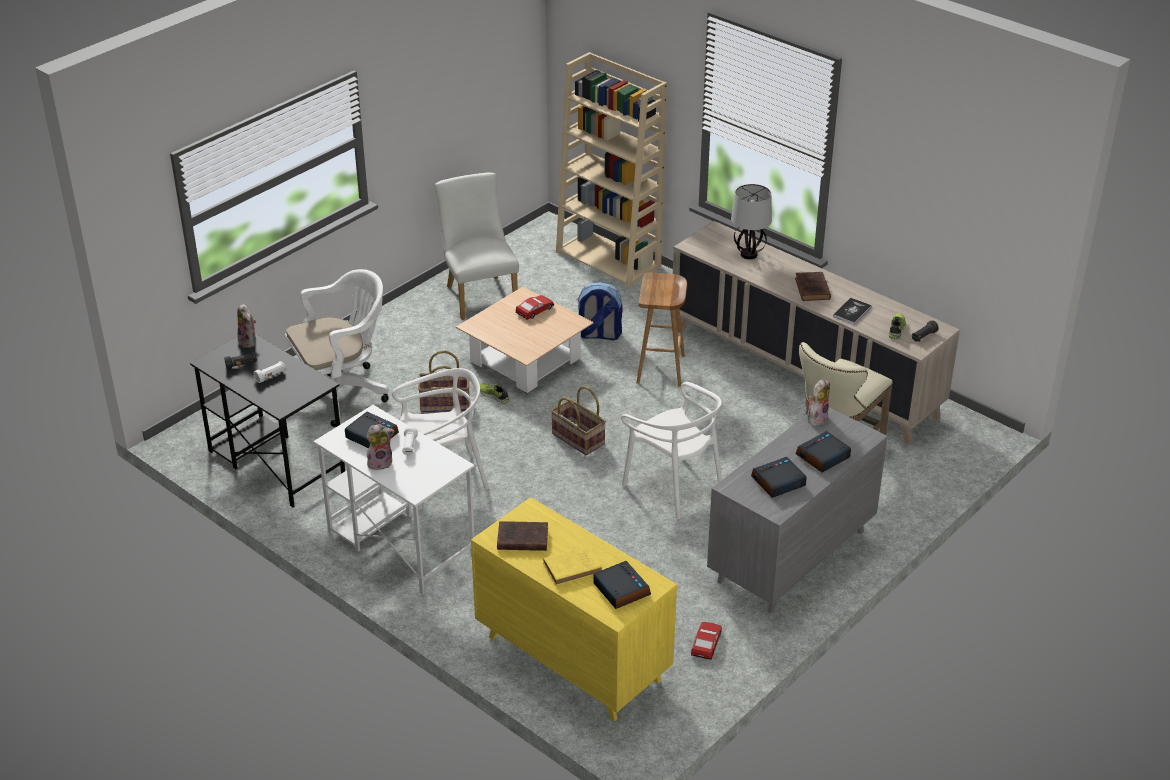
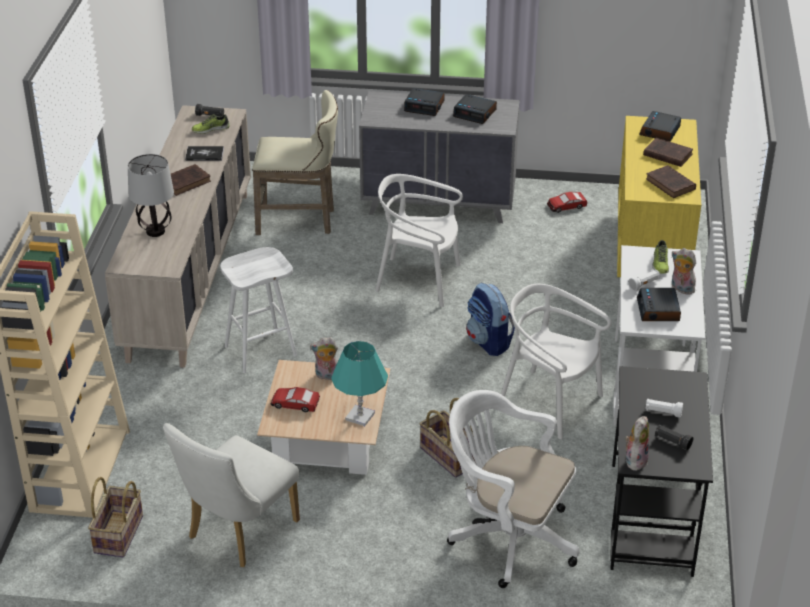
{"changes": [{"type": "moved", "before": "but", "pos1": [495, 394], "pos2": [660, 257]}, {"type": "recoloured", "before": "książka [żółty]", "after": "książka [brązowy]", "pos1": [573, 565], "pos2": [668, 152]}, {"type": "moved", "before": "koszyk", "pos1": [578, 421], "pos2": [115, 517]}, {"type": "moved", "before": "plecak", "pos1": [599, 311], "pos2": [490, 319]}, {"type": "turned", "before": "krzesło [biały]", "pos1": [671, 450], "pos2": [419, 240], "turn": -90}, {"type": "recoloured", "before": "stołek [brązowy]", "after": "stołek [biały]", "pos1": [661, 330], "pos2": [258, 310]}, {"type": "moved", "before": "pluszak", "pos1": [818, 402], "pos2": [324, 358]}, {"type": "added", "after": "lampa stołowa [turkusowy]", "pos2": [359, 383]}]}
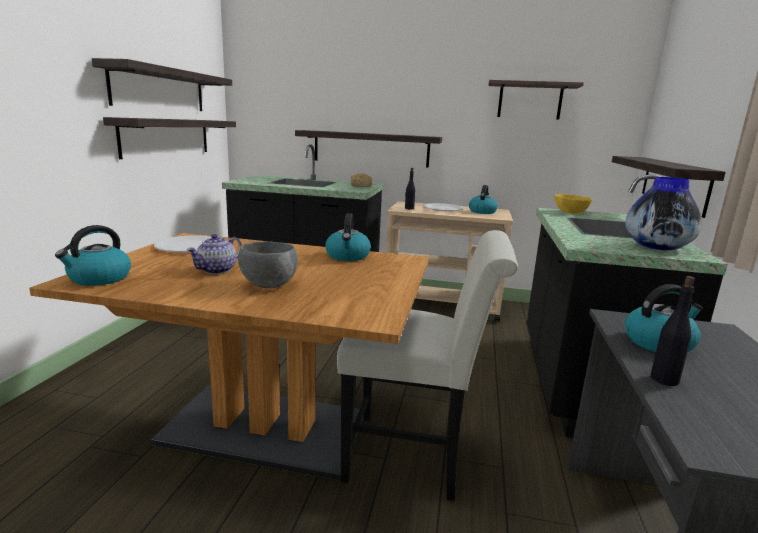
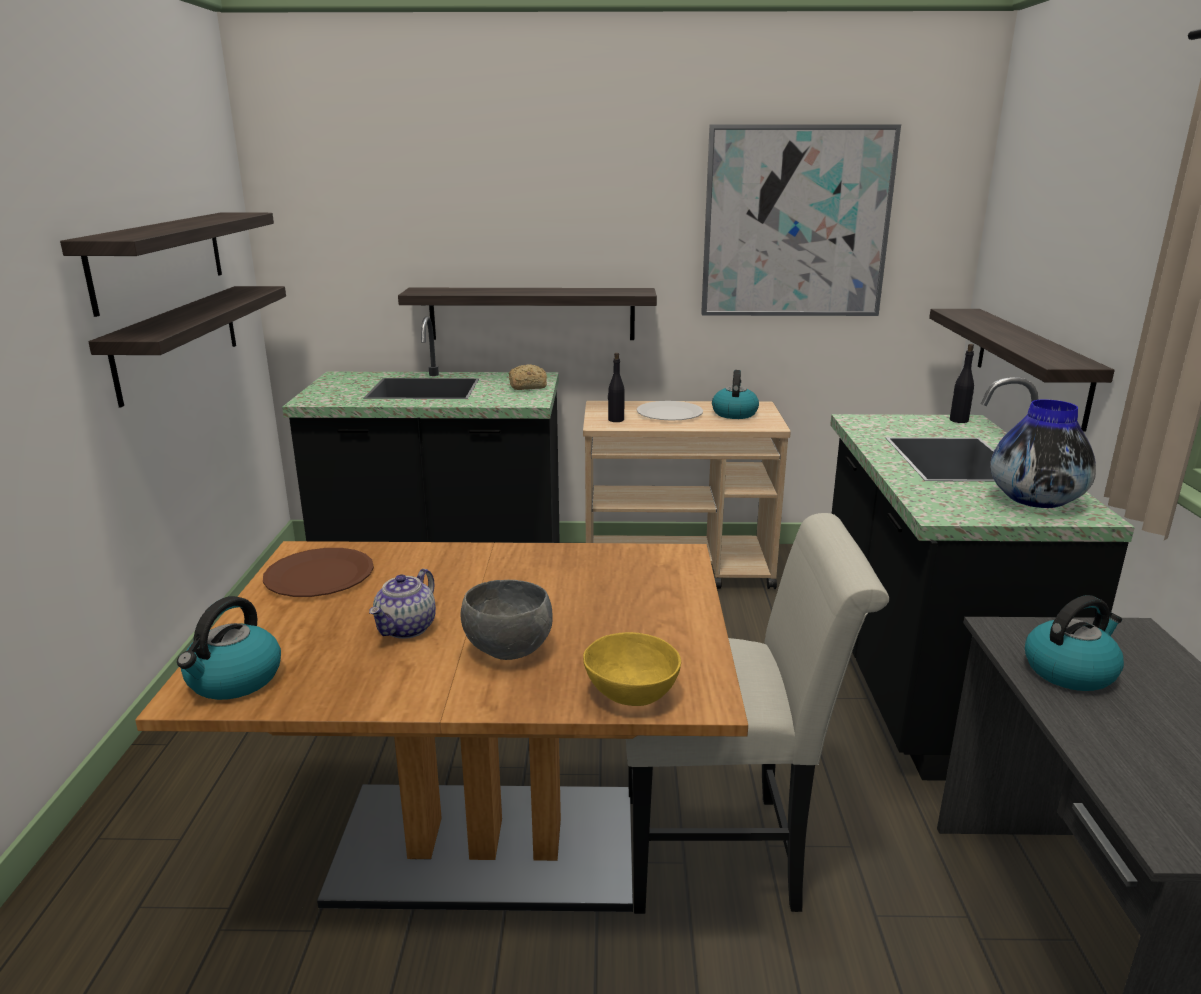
{"changes": [{"type": "recoloured", "before": "talerz [biały]", "after": "talerz [brązowy]", "pos1": [183, 244], "pos2": [318, 572]}, {"type": "removed", "before": "czajnik", "pos1": [348, 237]}, {"type": "replaced", "before": "półka", "after": "obraz", "pos1": [536, 100], "pos2": [801, 220]}, {"type": "moved", "before": "miska [żółty]", "pos1": [573, 204], "pos2": [632, 669]}, {"type": "moved", "before": "butelka [czarny]", "pos1": [672, 331], "pos2": [962, 383]}]}
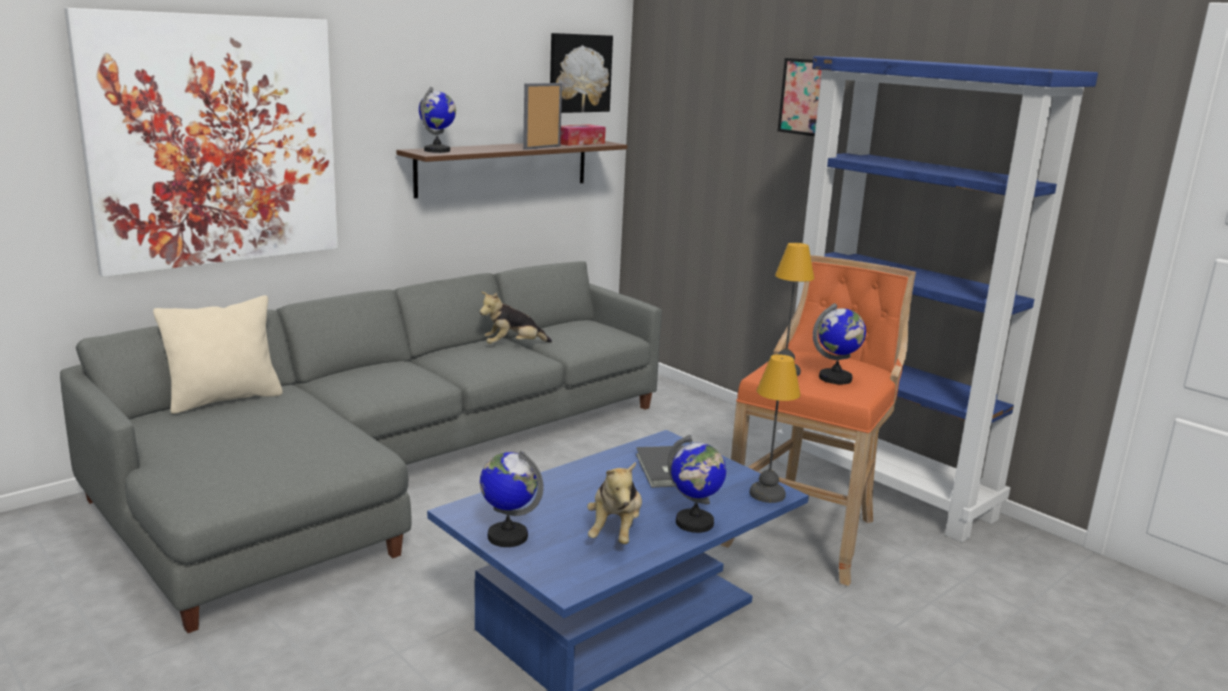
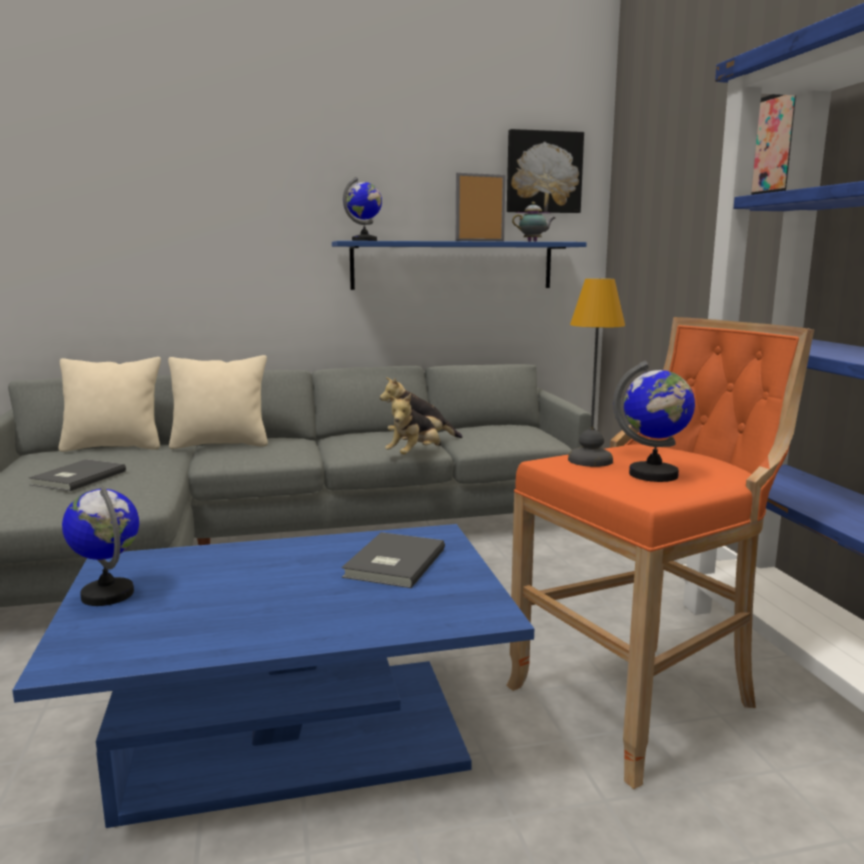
{"changes": [{"type": "removed", "before": "obraz", "pos1": [201, 142]}, {"type": "recoloured", "before": "półka [brązowy]", "after": "półka [niebieski]", "pos1": [511, 169], "pos2": [459, 265]}, {"type": "replaced", "before": "pudełko chusteczek", "after": "imbryk", "pos1": [583, 135], "pos2": [533, 222]}, {"type": "moved", "before": "pluszak", "pos1": [614, 503], "pos2": [413, 424]}, {"type": "removed", "before": "globus", "pos1": [697, 484]}, {"type": "removed", "before": "lampa stołowa", "pos1": [775, 428]}, {"type": "added", "after": "książka [szary]", "pos2": [77, 475]}, {"type": "added", "after": "poduszka [beżowy]", "pos2": [218, 402]}]}
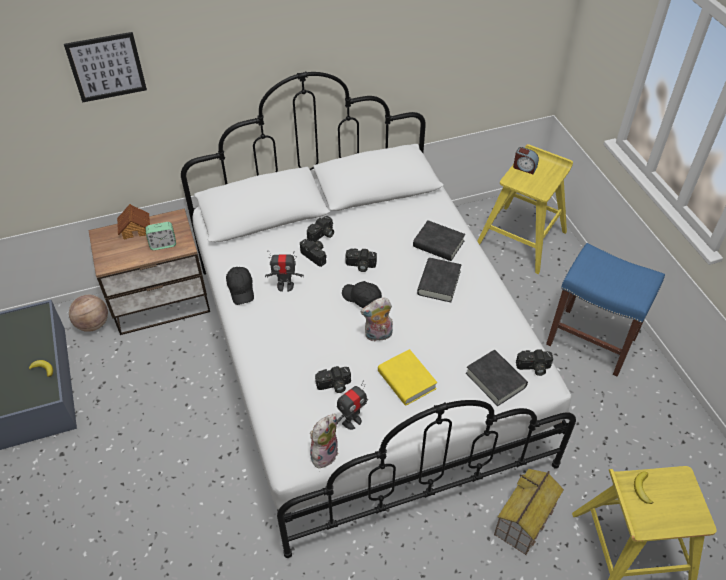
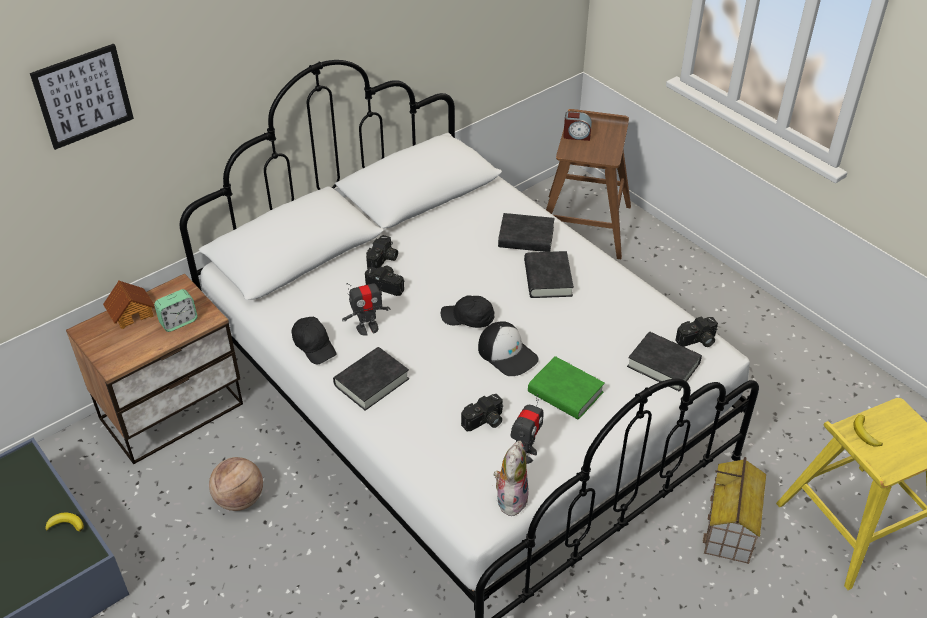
{"changes": [{"type": "moved", "before": "piłka do koszykówki", "pos1": [88, 313], "pos2": [236, 484]}, {"type": "removed", "before": "aparat fotograficzny", "pos1": [361, 260]}, {"type": "replaced", "before": "pluszak", "after": "czapka z daszkiem", "pos1": [376, 319], "pos2": [508, 348]}, {"type": "recoloured", "before": "książka [żółty]", "after": "książka [zielony]", "pos1": [407, 377], "pos2": [566, 387]}, {"type": "recoloured", "before": "stołek [żółty]", "after": "stołek [brązowy]", "pos1": [525, 209], "pos2": [588, 184]}, {"type": "removed", "before": "stołek [niebieski]", "pos1": [605, 310]}, {"type": "added", "after": "książka [czarny]", "pos2": [371, 379]}]}
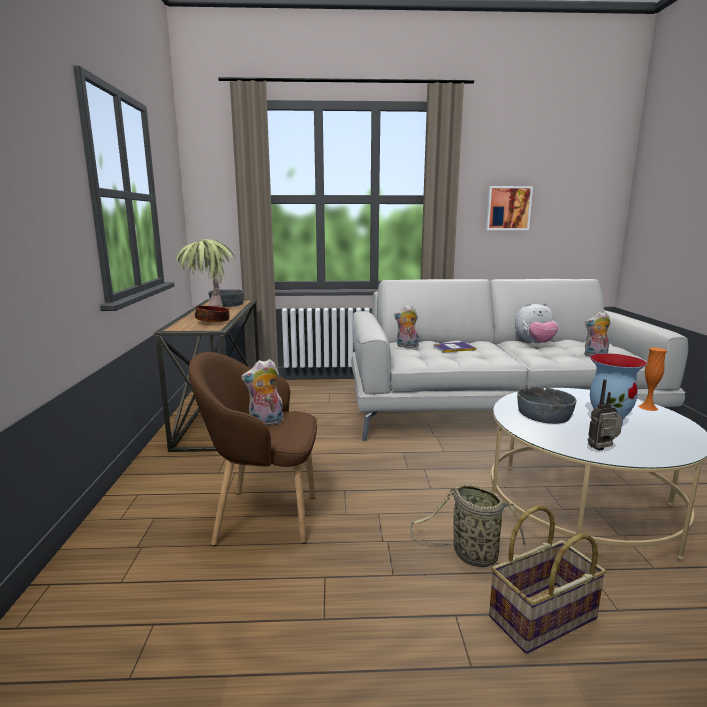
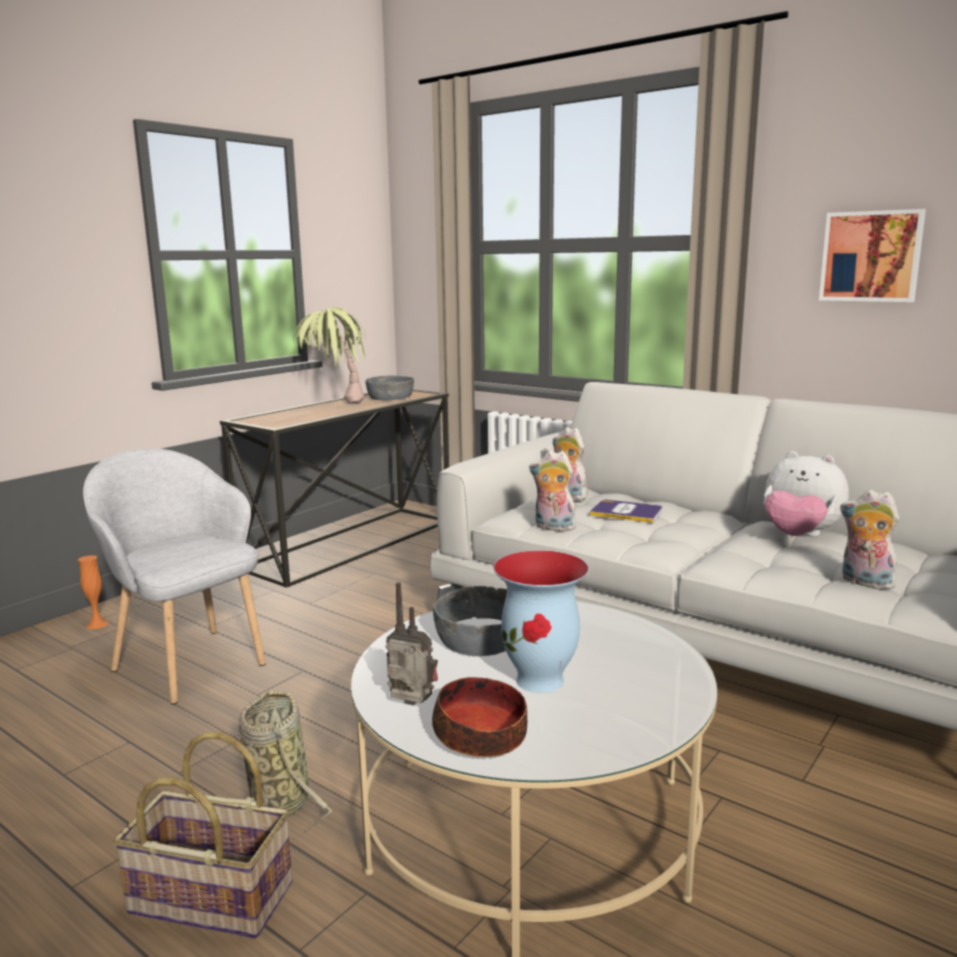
{"changes": [{"type": "recoloured", "before": "fotel [brązowy]", "after": "fotel [szary]", "pos1": [253, 449], "pos2": [174, 576]}, {"type": "moved", "before": "miska", "pos1": [212, 314], "pos2": [479, 717]}, {"type": "moved", "before": "pluszak", "pos1": [262, 392], "pos2": [552, 491]}, {"type": "moved", "before": "wazon [pomarańczowy]", "pos1": [652, 379], "pos2": [93, 592]}]}
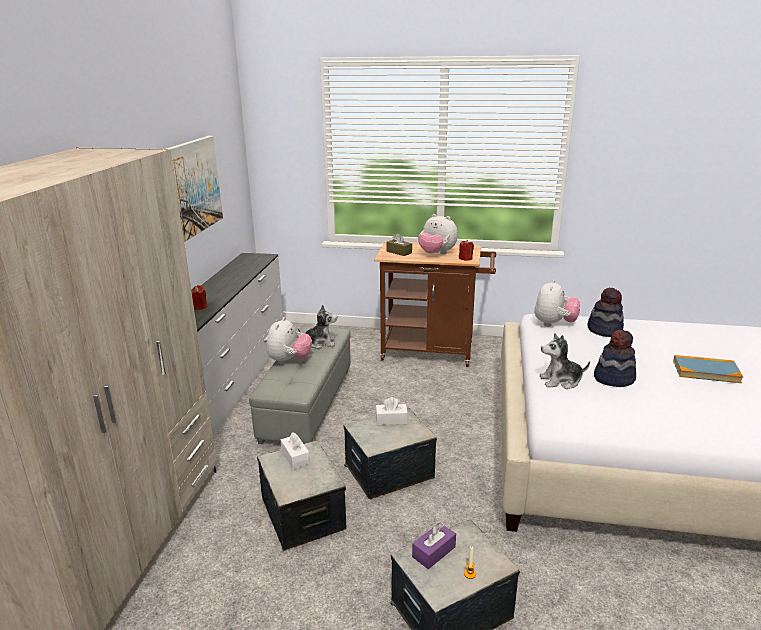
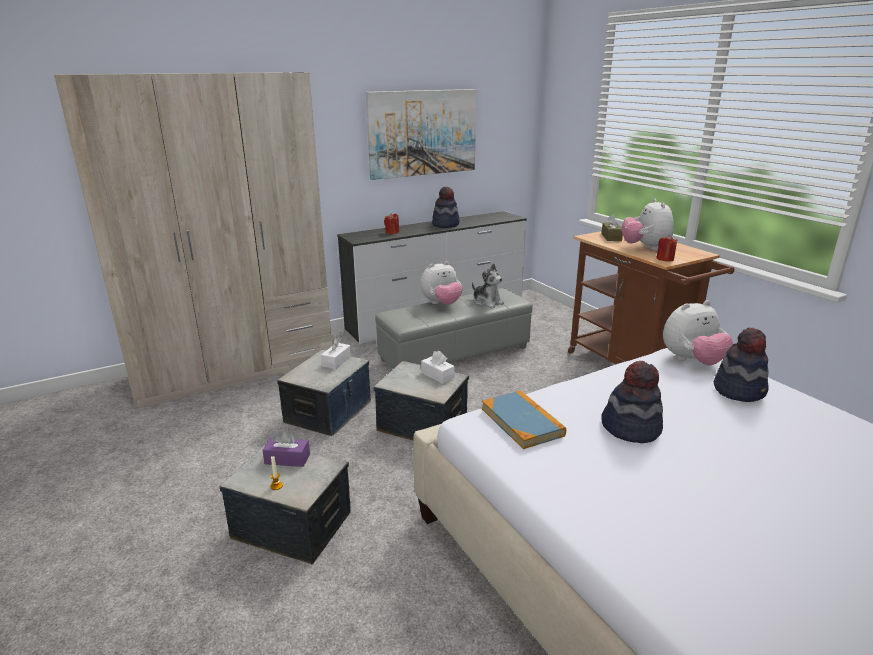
{"changes": [{"type": "removed", "before": "pluszak", "pos1": [565, 361]}, {"type": "moved", "before": "książka", "pos1": [708, 369], "pos2": [524, 419]}, {"type": "added", "after": "kapelusz", "pos2": [446, 207]}]}
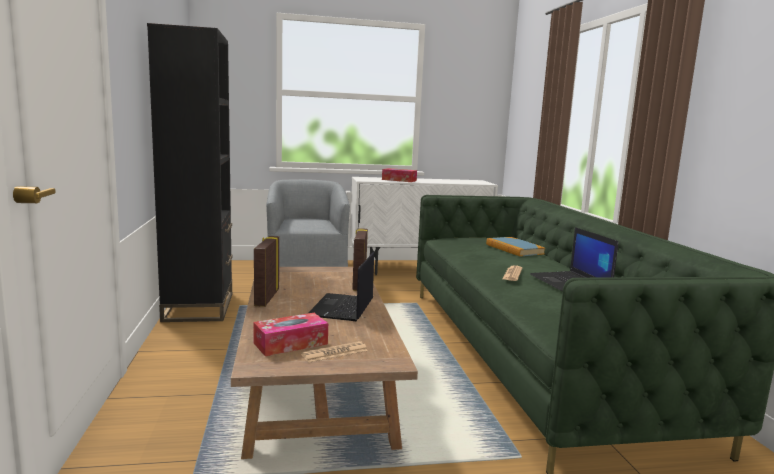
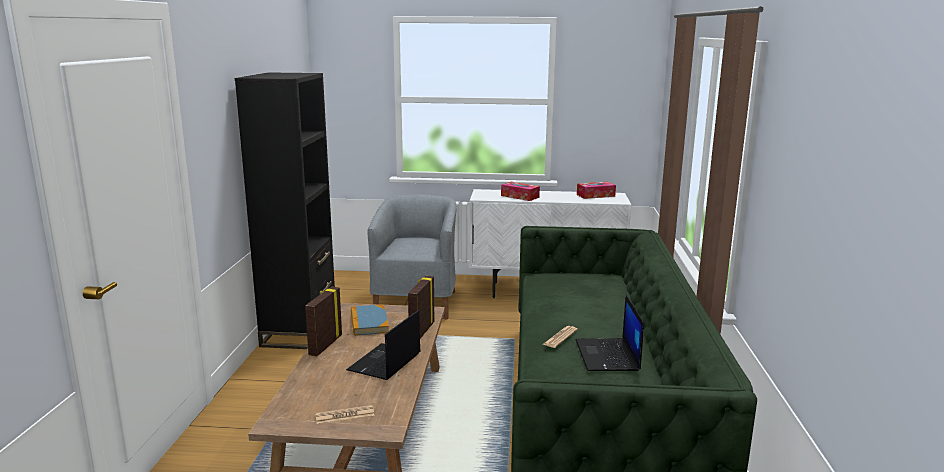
{"changes": [{"type": "moved", "before": "pudełko chusteczek", "pos1": [290, 334], "pos2": [596, 190]}, {"type": "moved", "before": "książka", "pos1": [515, 247], "pos2": [370, 320]}]}
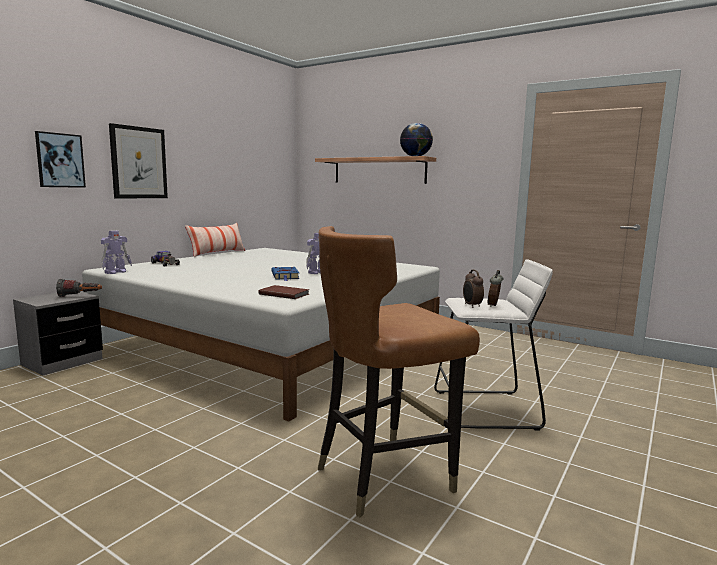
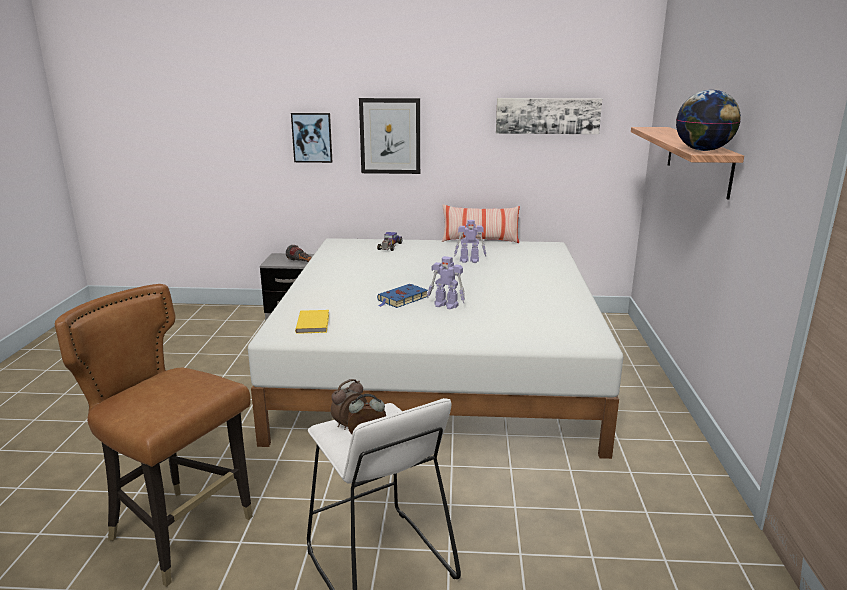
{"changes": [{"type": "moved", "before": "robot zabawkowy", "pos1": [116, 252], "pos2": [470, 241]}, {"type": "recoloured", "before": "książka [brązowy]", "after": "książka [żółty]", "pos1": [284, 292], "pos2": [312, 322]}, {"type": "added", "after": "obraz", "pos2": [549, 116]}]}
